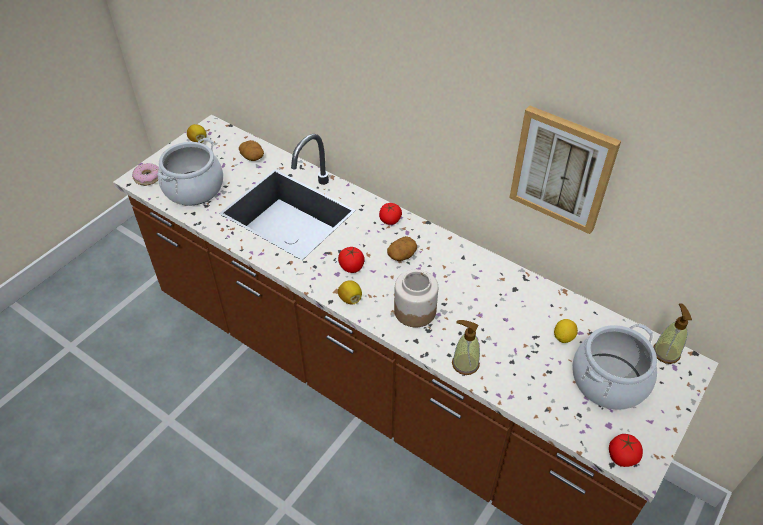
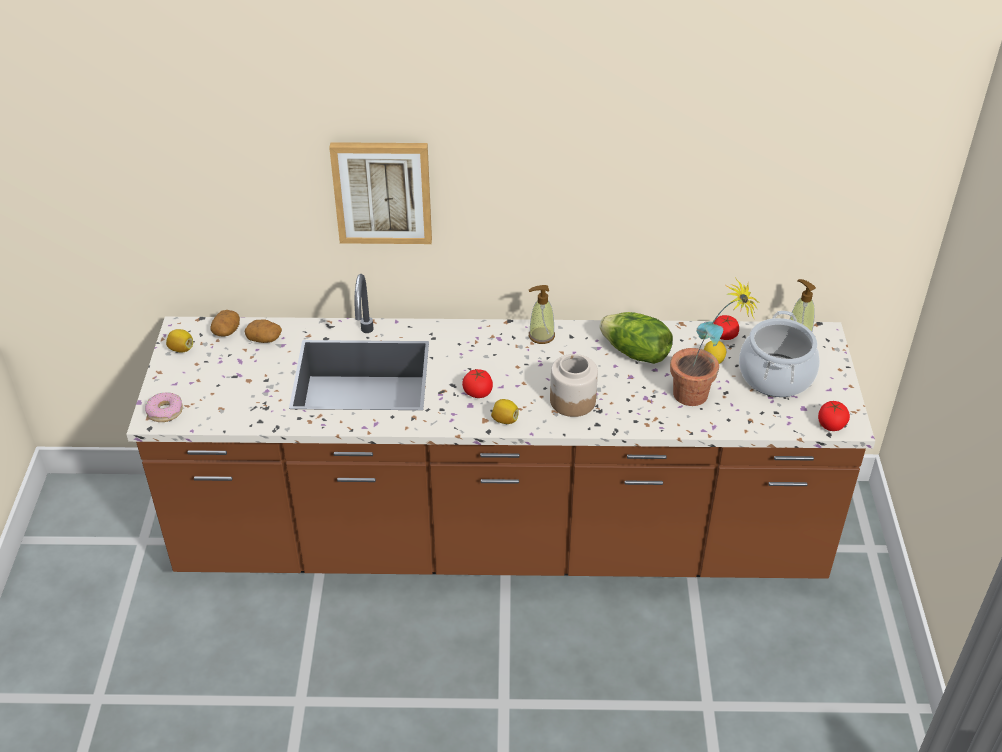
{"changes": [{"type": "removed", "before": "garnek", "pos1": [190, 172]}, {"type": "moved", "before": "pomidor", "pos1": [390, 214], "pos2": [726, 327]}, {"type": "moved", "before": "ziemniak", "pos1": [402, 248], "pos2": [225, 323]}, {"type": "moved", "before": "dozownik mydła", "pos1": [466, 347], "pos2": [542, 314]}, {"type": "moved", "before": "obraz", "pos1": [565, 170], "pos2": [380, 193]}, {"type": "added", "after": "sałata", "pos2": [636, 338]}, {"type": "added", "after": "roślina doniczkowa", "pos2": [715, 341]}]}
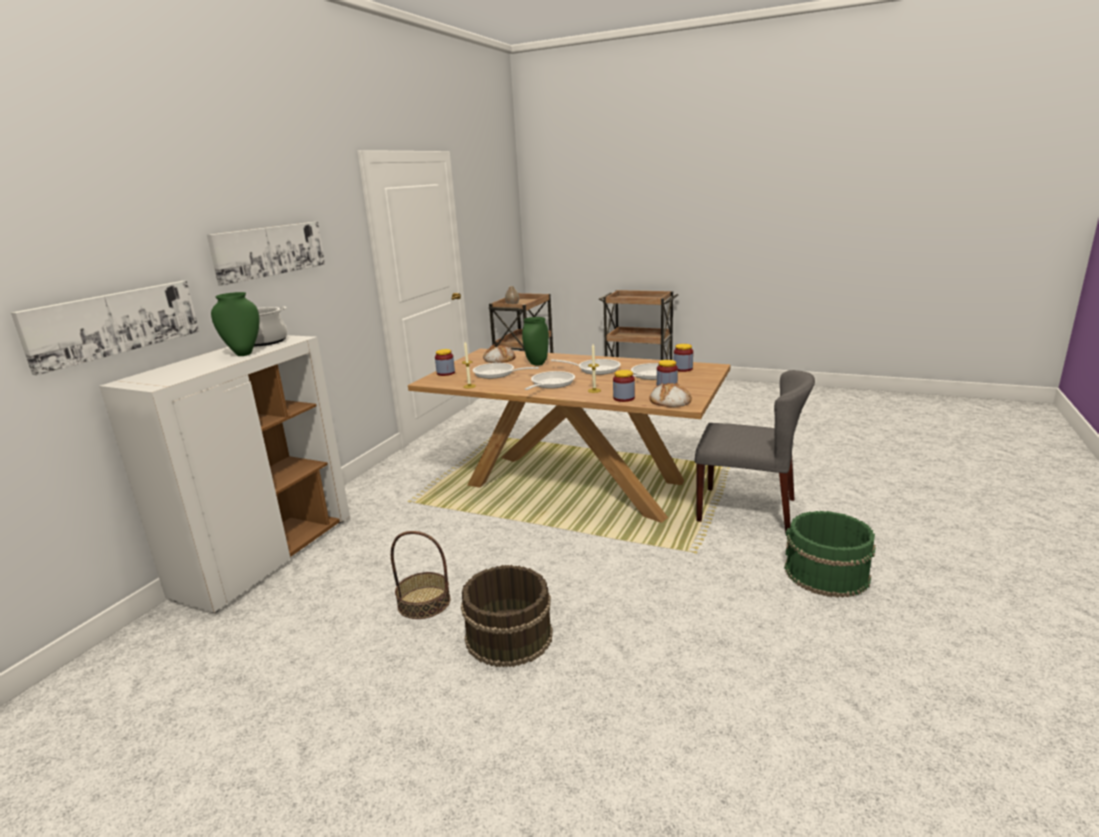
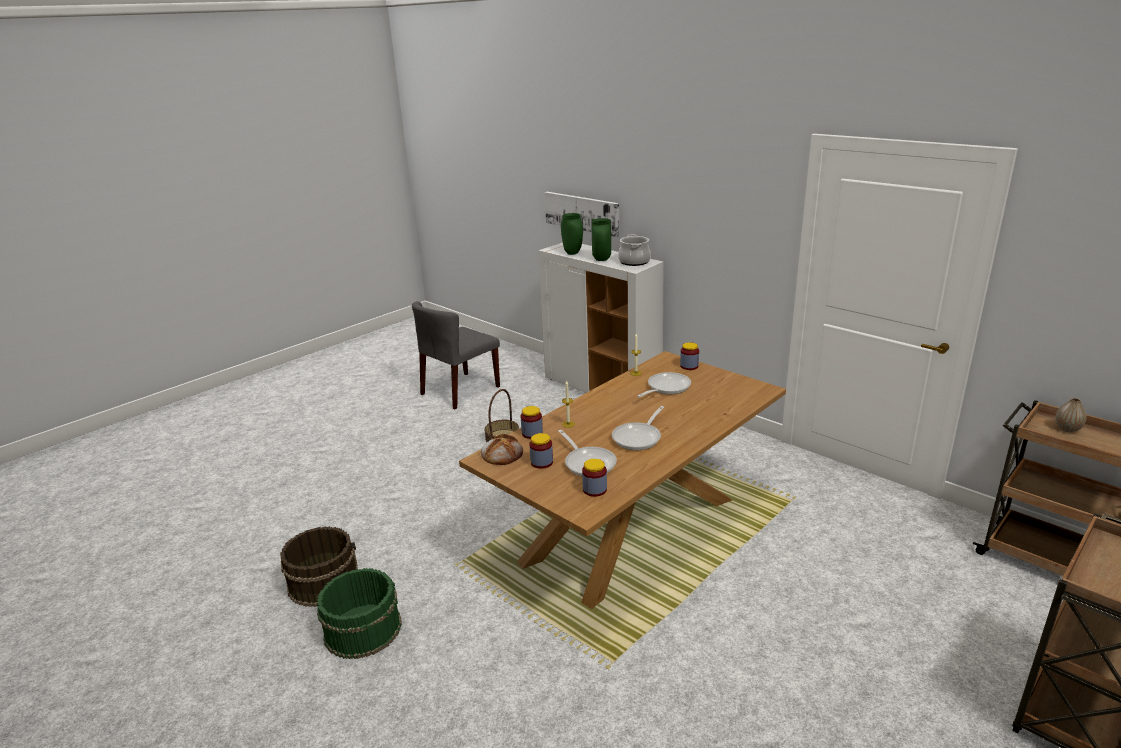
{"changes": [{"type": "removed", "before": "obraz", "pos1": [266, 254]}, {"type": "moved", "before": "wiadro [brązowy]", "pos1": [507, 616], "pos2": [319, 566]}, {"type": "removed", "before": "chleb", "pos1": [499, 353]}, {"type": "moved", "before": "wazon [zielony]", "pos1": [535, 341], "pos2": [572, 234]}, {"type": "removed", "before": "patelnia", "pos1": [550, 380]}, {"type": "moved", "before": "krzesło [szary]", "pos1": [755, 452], "pos2": [456, 355]}]}
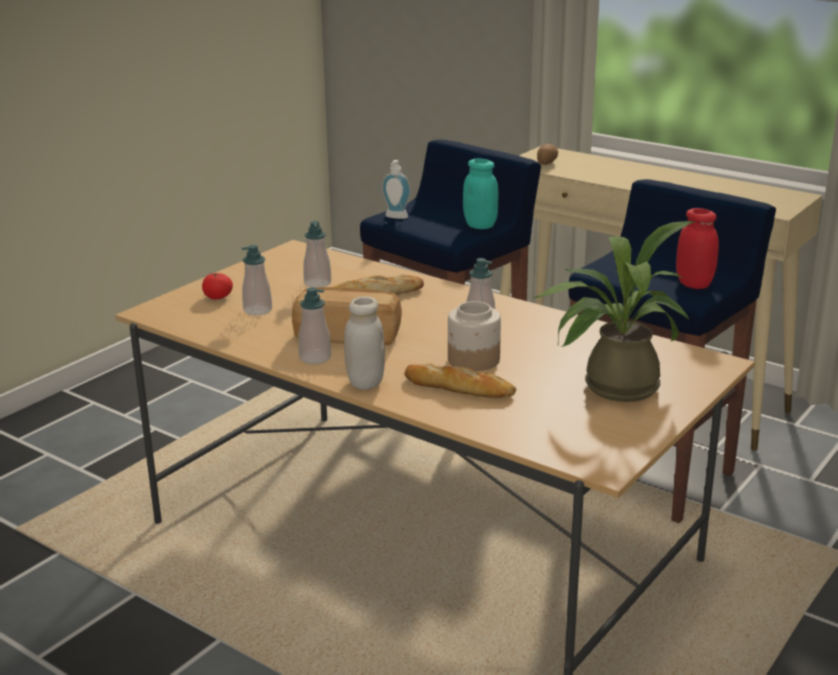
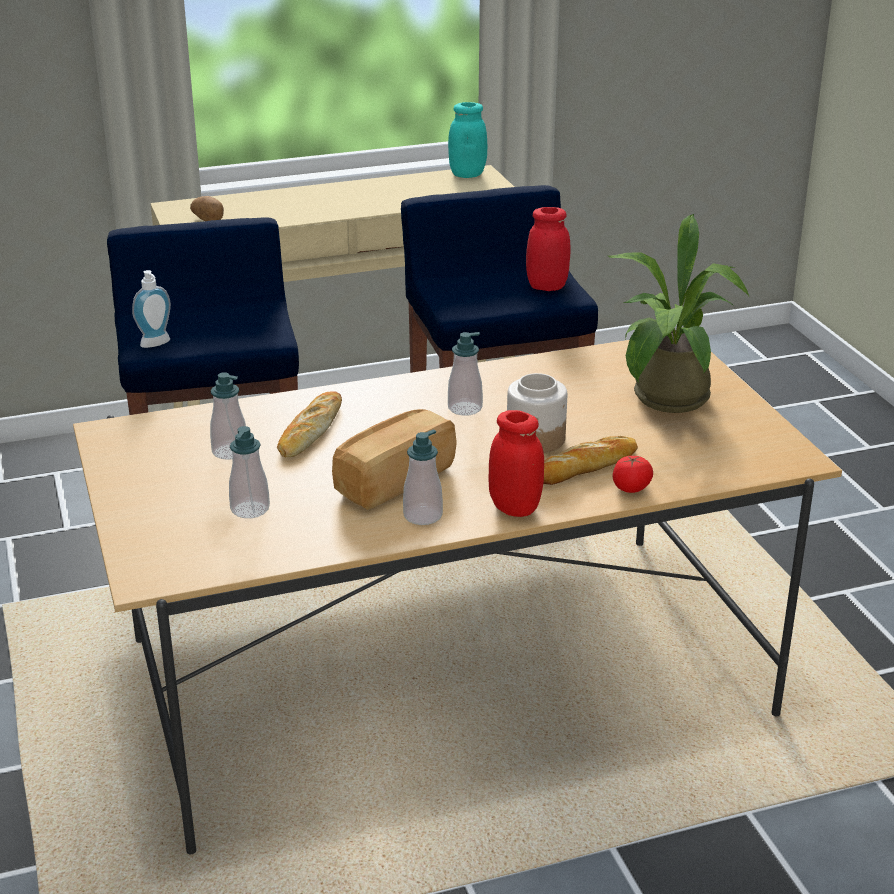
{"changes": [{"type": "moved", "before": "pomidor", "pos1": [217, 286], "pos2": [633, 474]}, {"type": "recoloured", "before": "słoik [biały]", "after": "słoik [czerwony]", "pos1": [364, 343], "pos2": [516, 463]}, {"type": "moved", "before": "słoik [turkusowy]", "pos1": [481, 193], "pos2": [467, 140]}]}
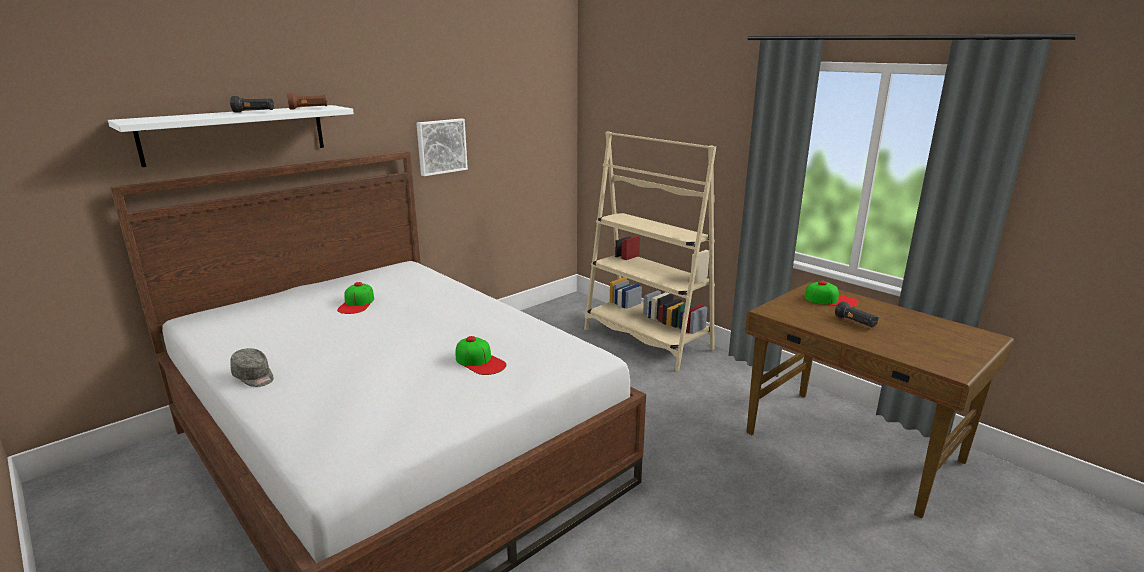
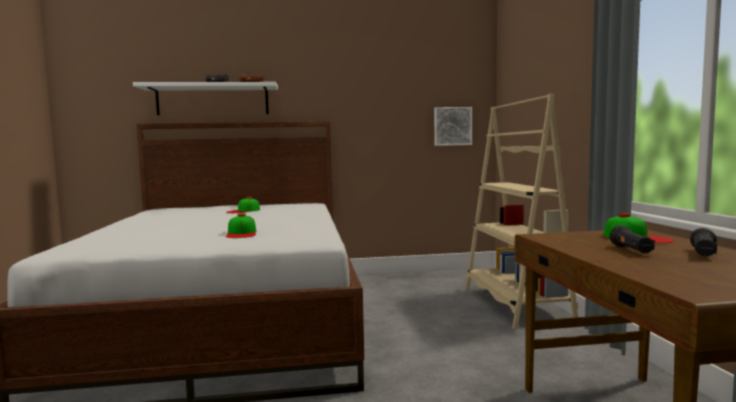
{"changes": [{"type": "removed", "before": "czapka z daszkiem [szary]", "pos1": [252, 367]}, {"type": "moved", "before": "obraz", "pos1": [442, 147], "pos2": [453, 126]}, {"type": "added", "after": "latarka [czarny]", "pos2": [703, 242]}]}
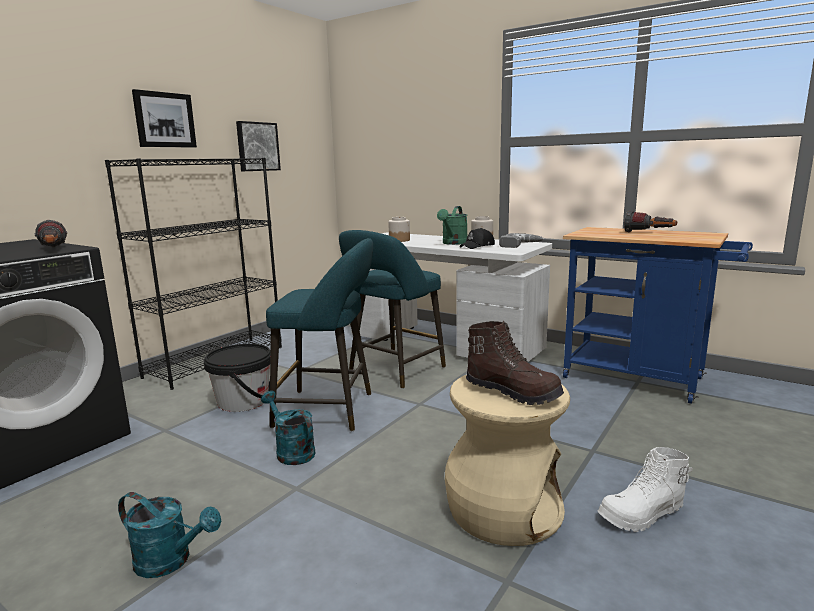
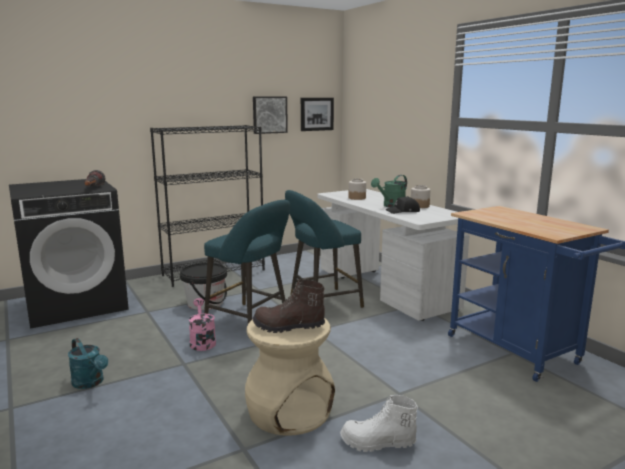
{"changes": [{"type": "moved", "before": "obraz", "pos1": [164, 118], "pos2": [317, 114]}, {"type": "recoloured", "before": "konewka [turkusowy]", "after": "konewka [różowy]", "pos1": [288, 428], "pos2": [202, 324]}, {"type": "turned", "before": "but z cholewką [brązowy]", "pos1": [515, 363], "pos2": [289, 306], "turn": 120}, {"type": "removed", "before": "wiertarka", "pos1": [521, 240]}, {"type": "removed", "before": "latarka", "pos1": [650, 221]}]}
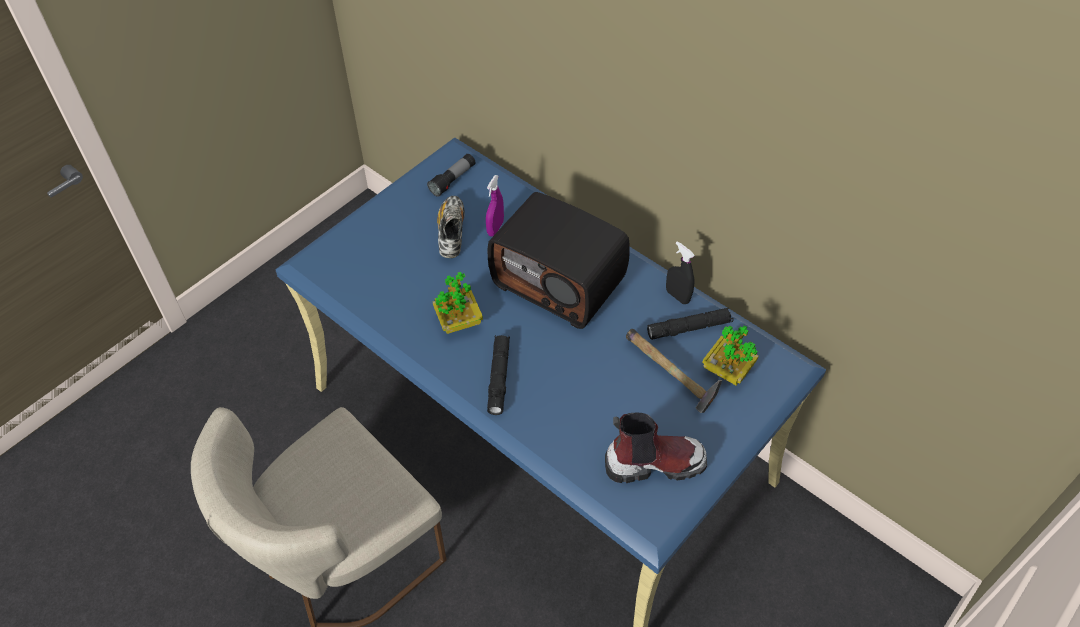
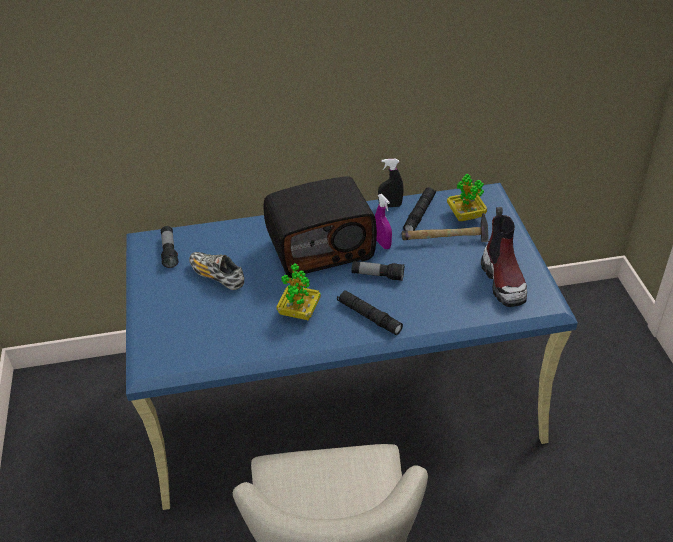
{"changes": [{"type": "moved", "before": "spryskiwacz [fioletowy]", "pos1": [495, 205], "pos2": [383, 221]}, {"type": "turned", "before": "but z cholewką", "pos1": [656, 448], "pos2": [504, 257], "turn": 135}, {"type": "added", "after": "latarka", "pos2": [378, 271]}]}
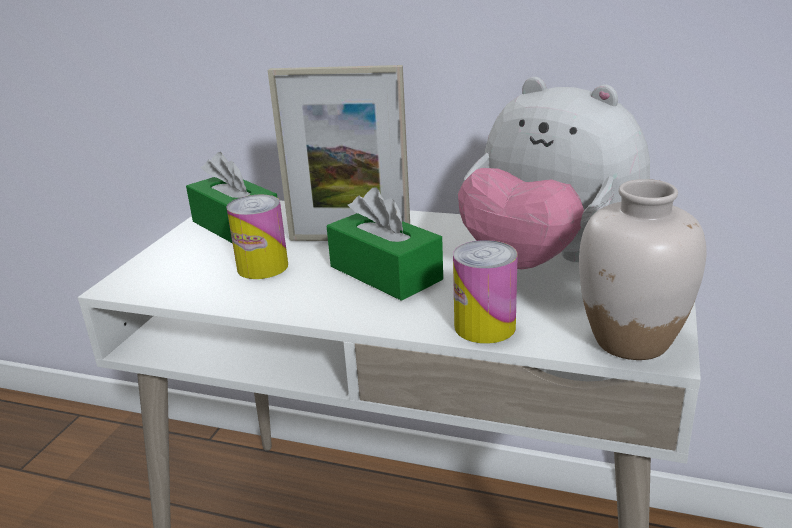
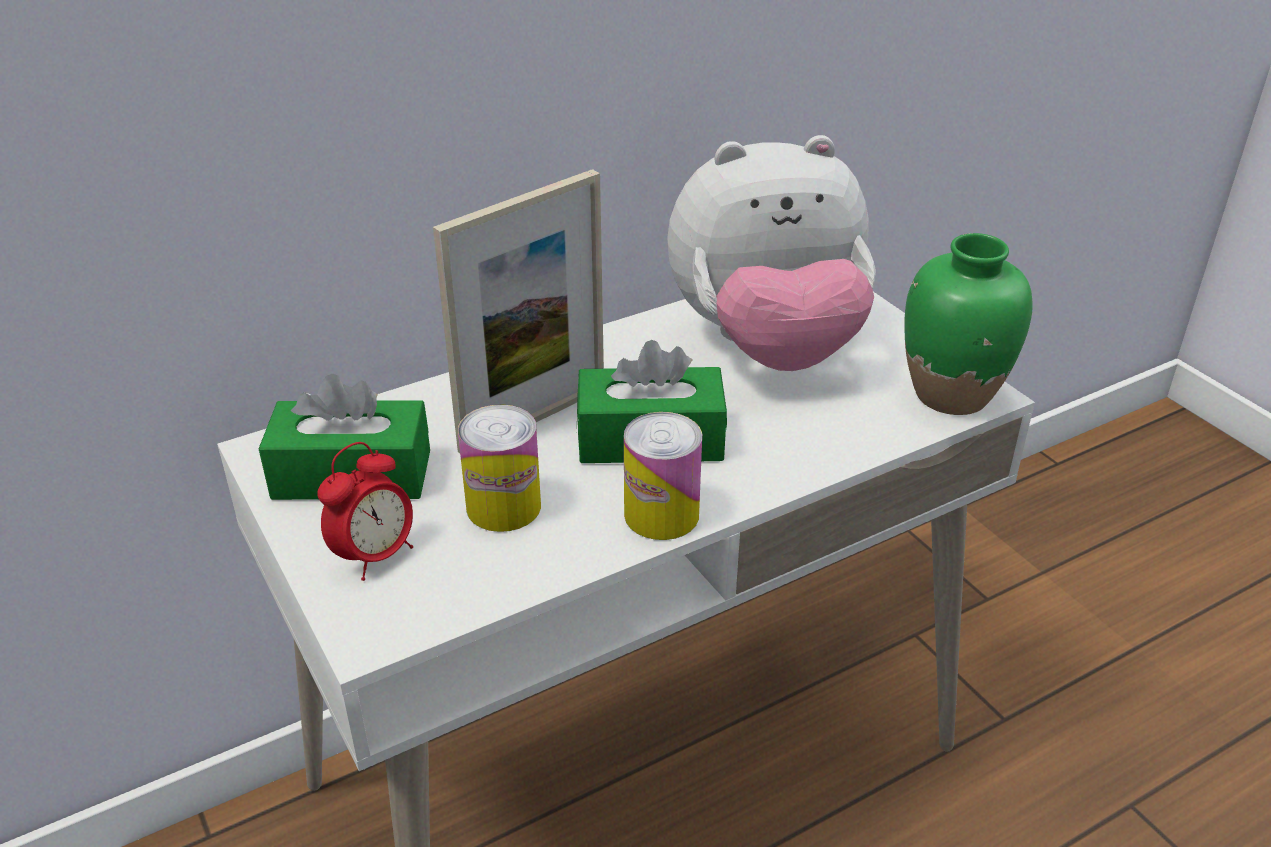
{"changes": [{"type": "moved", "before": "puszka", "pos1": [485, 292], "pos2": [663, 476]}, {"type": "recoloured", "before": "wazon [biały]", "after": "wazon [zielony]", "pos1": [642, 269], "pos2": [968, 324]}, {"type": "added", "after": "budzik", "pos2": [365, 511]}]}
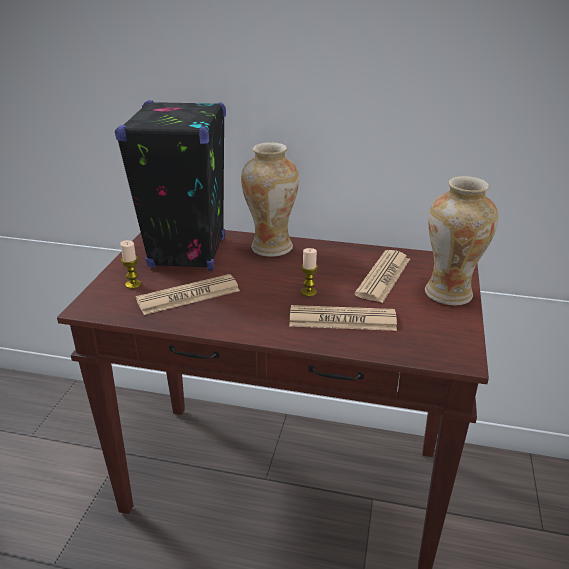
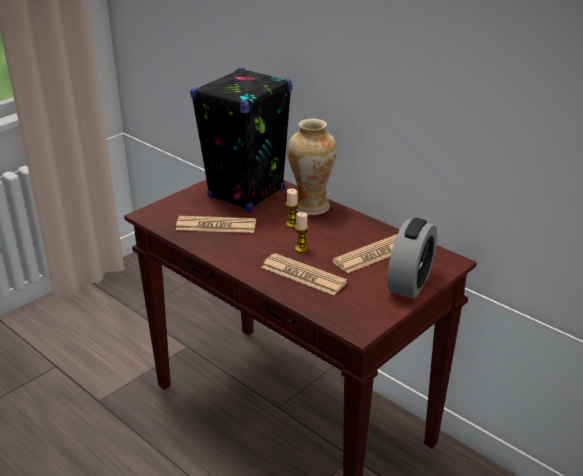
{"changes": [{"type": "moved", "before": "świeca", "pos1": [131, 264], "pos2": [292, 208]}, {"type": "replaced", "before": "wazon", "after": "budzik", "pos1": [461, 240], "pos2": [412, 258]}]}
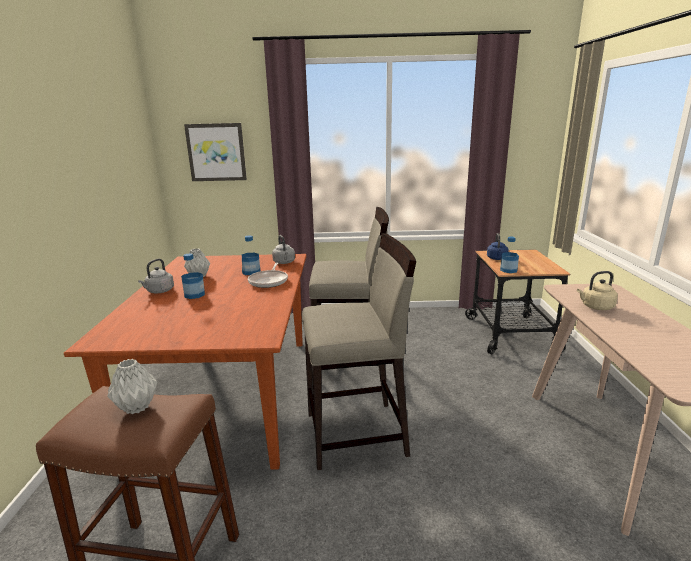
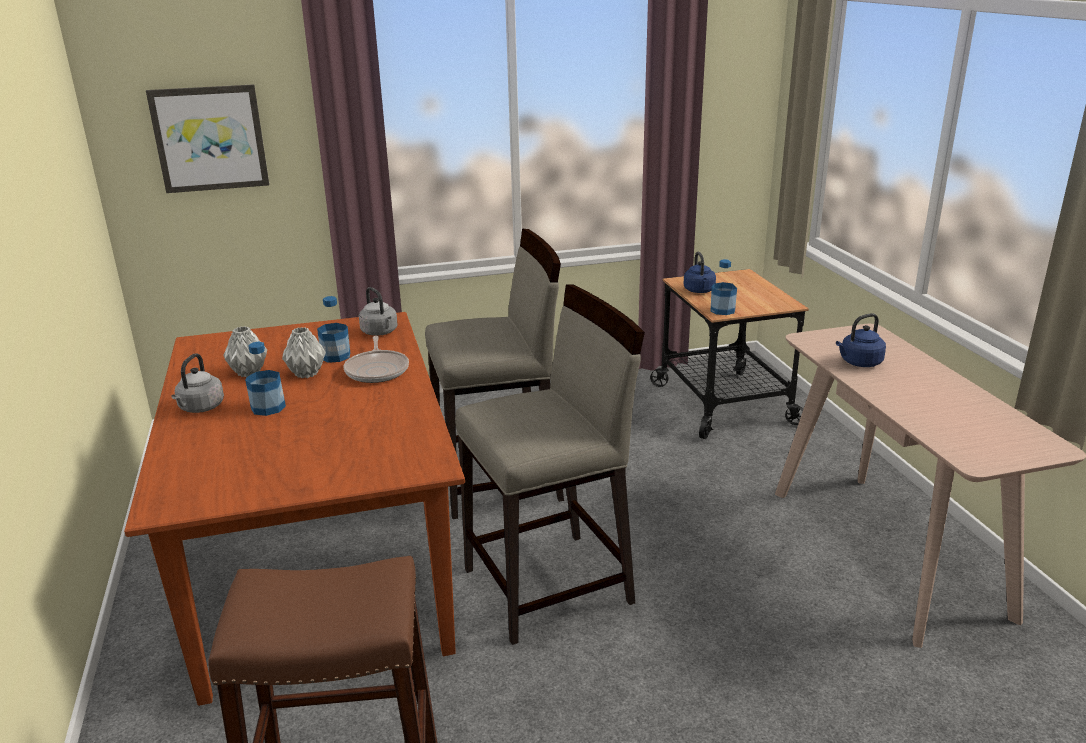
{"changes": [{"type": "moved", "before": "wazon [szary]", "pos1": [132, 386], "pos2": [304, 352]}, {"type": "recoloured", "before": "czajnik [beżowy]", "after": "czajnik [niebieski]", "pos1": [597, 290], "pos2": [861, 340]}]}
